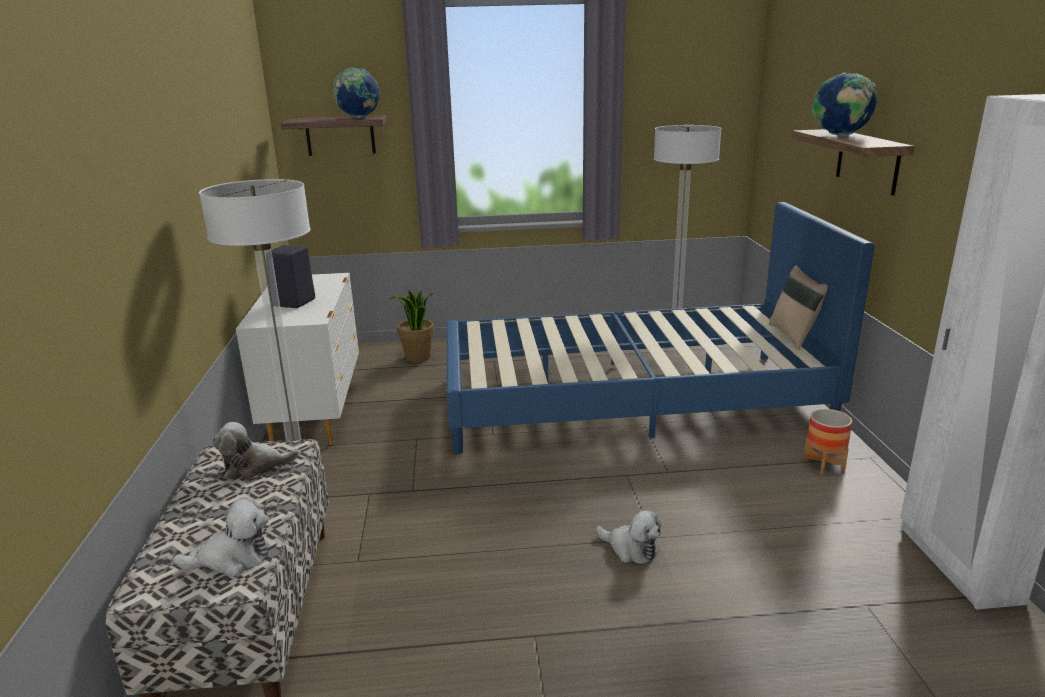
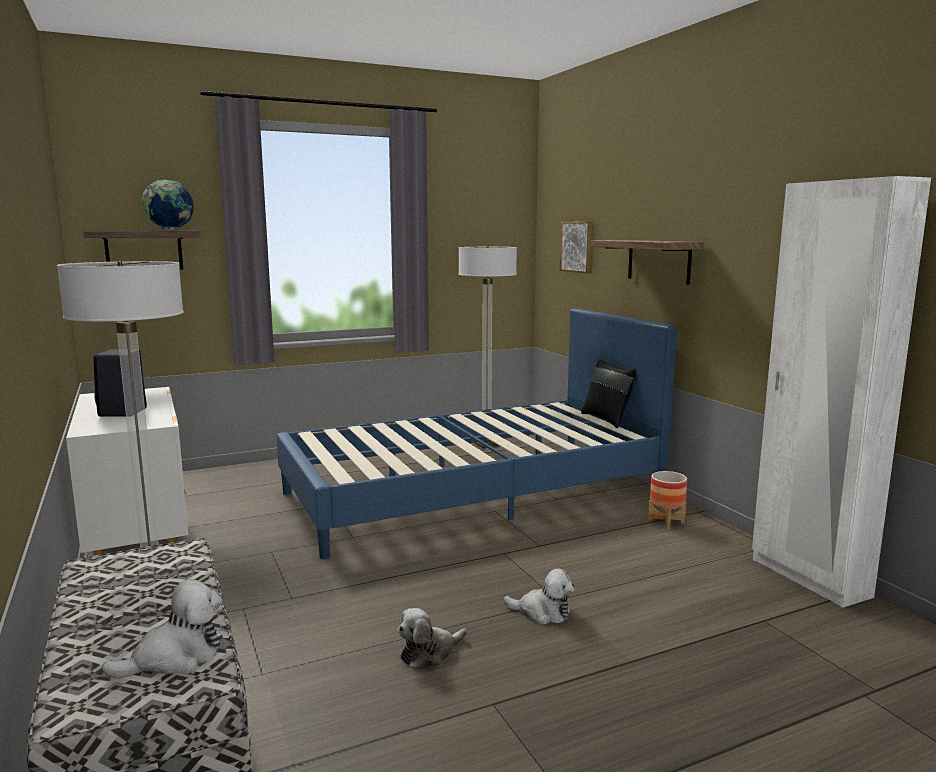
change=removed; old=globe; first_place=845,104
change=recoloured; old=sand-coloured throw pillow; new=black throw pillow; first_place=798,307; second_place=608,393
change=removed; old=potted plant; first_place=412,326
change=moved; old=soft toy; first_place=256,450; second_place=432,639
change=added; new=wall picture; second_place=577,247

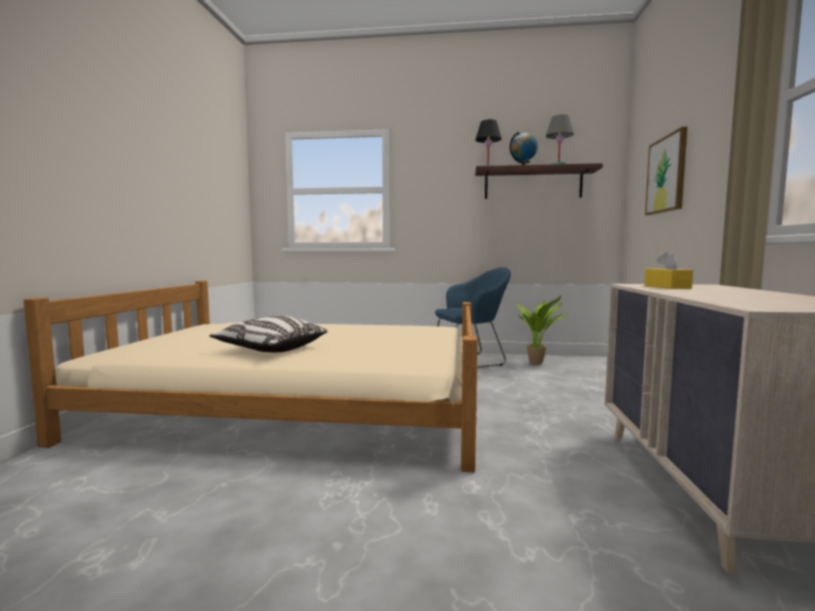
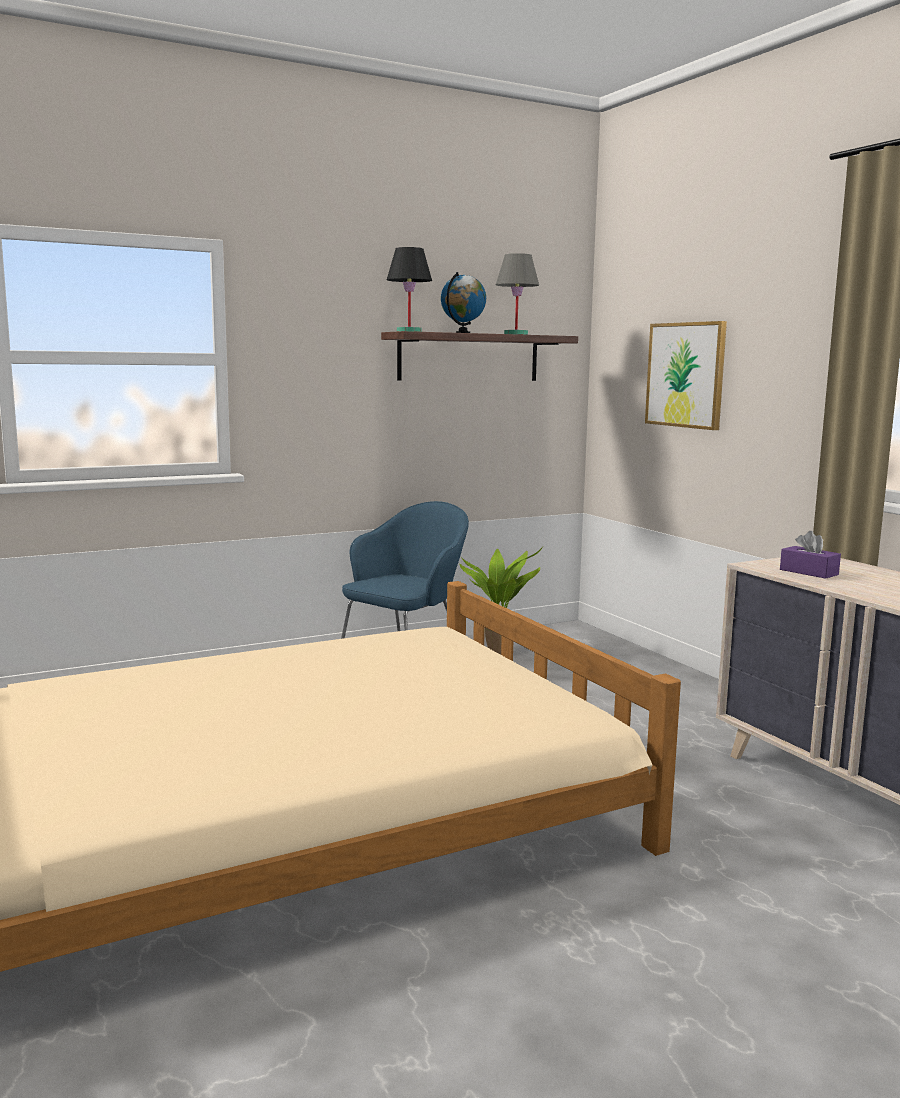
change=recoloured; old=yellowish tissue box; new=purplish tissue box; first_place=668,270; second_place=810,555
change=removed; old=throw pillow; first_place=268,334

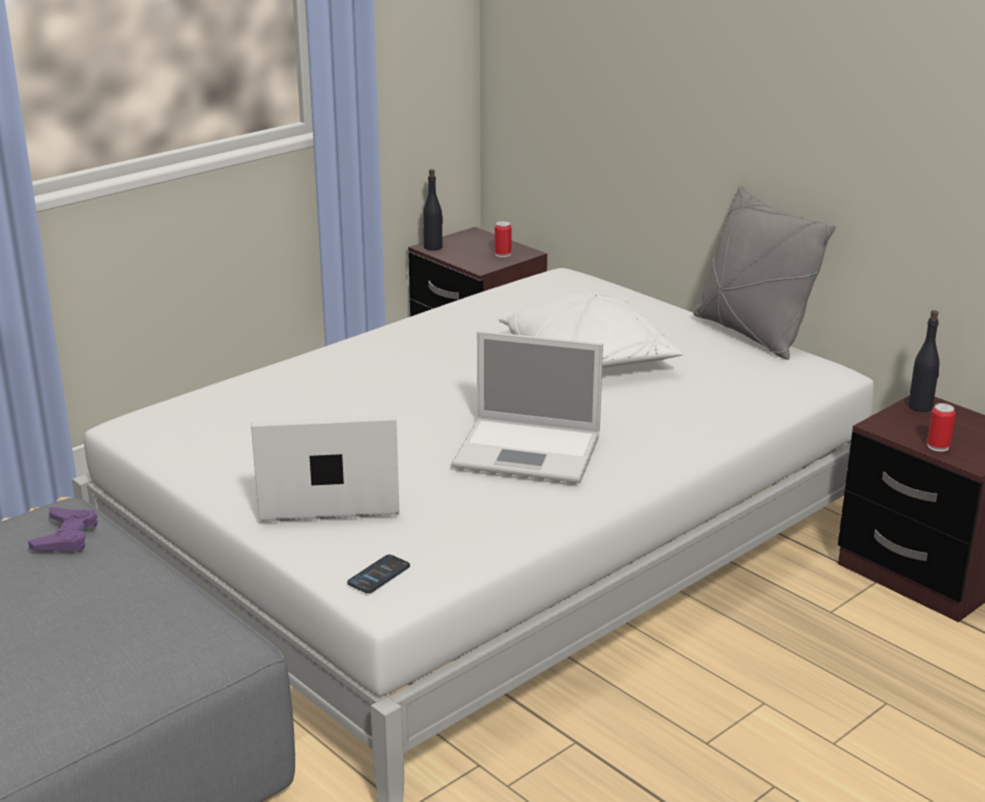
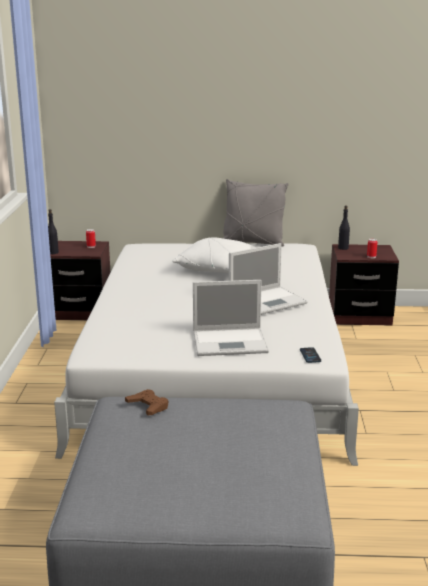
change=turned; old=notebook computer; first_place=325,468; second_place=231,318; degrees=-135
change=recoloured; old=purplish joypad; new=brownish joypad; first_place=63,529; second_place=147,402

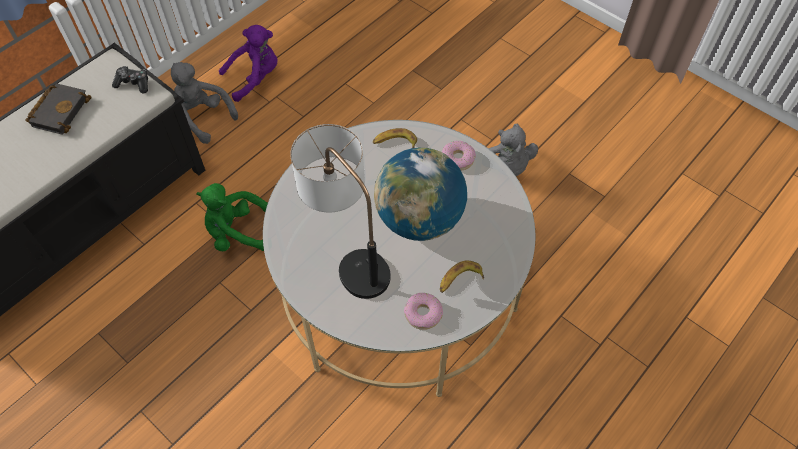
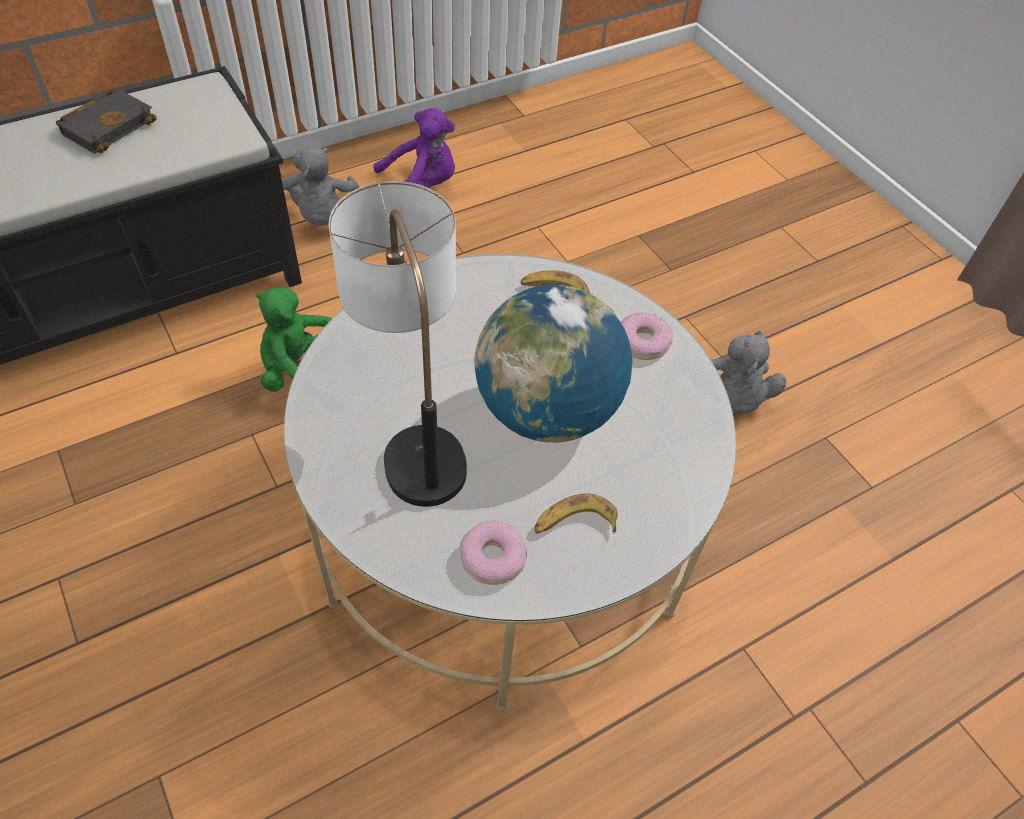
change=turned; old=grey soft toy; first_place=204,103; second_place=321,186; degrees=-150
change=removed; old=joypad; first_place=130,79

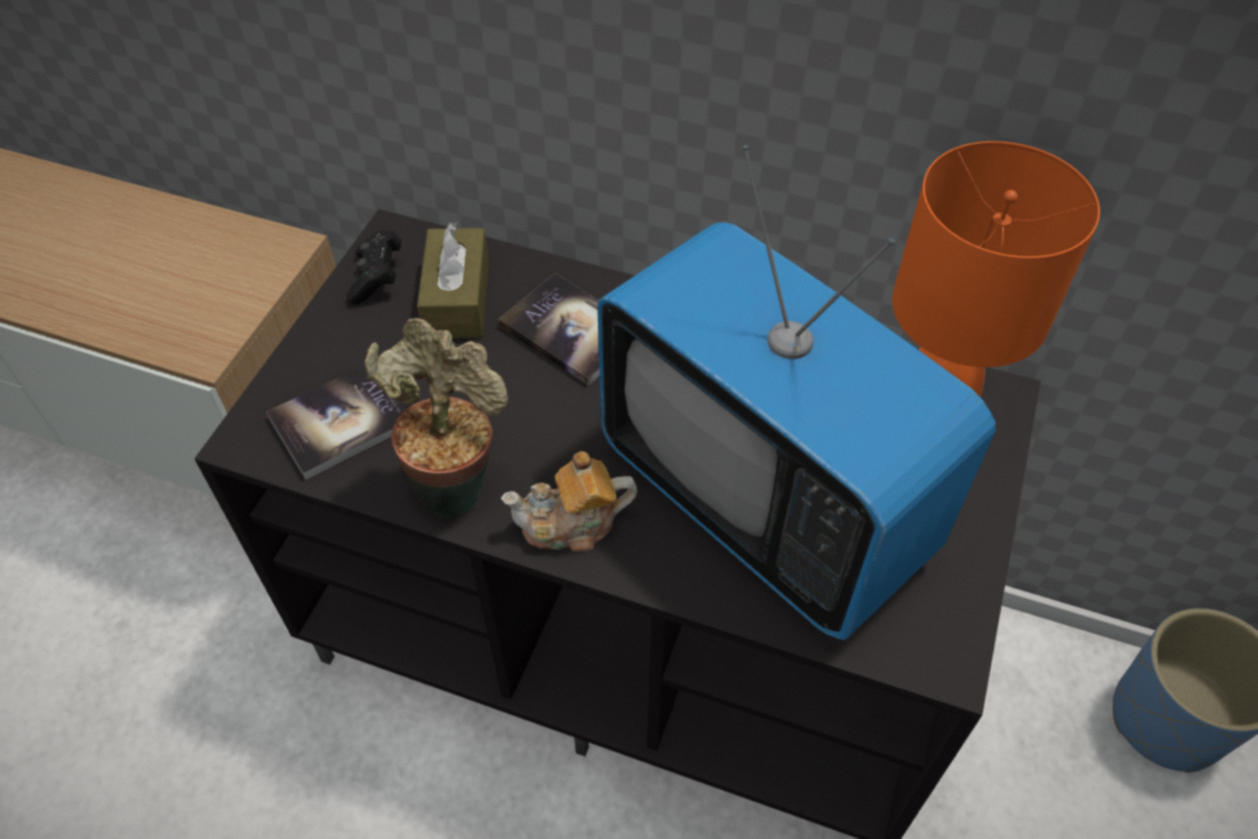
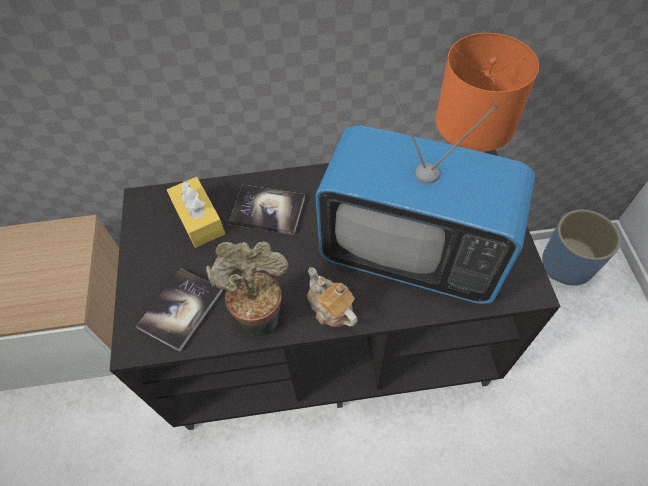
change=recoloured; old=brownish tissue box; new=yellowish tissue box; first_place=453,280; second_place=196,212
change=removed; old=black joypad; first_place=374,267
change=turned; old=tea pot; first_place=569,501; second_place=332,297; degrees=90

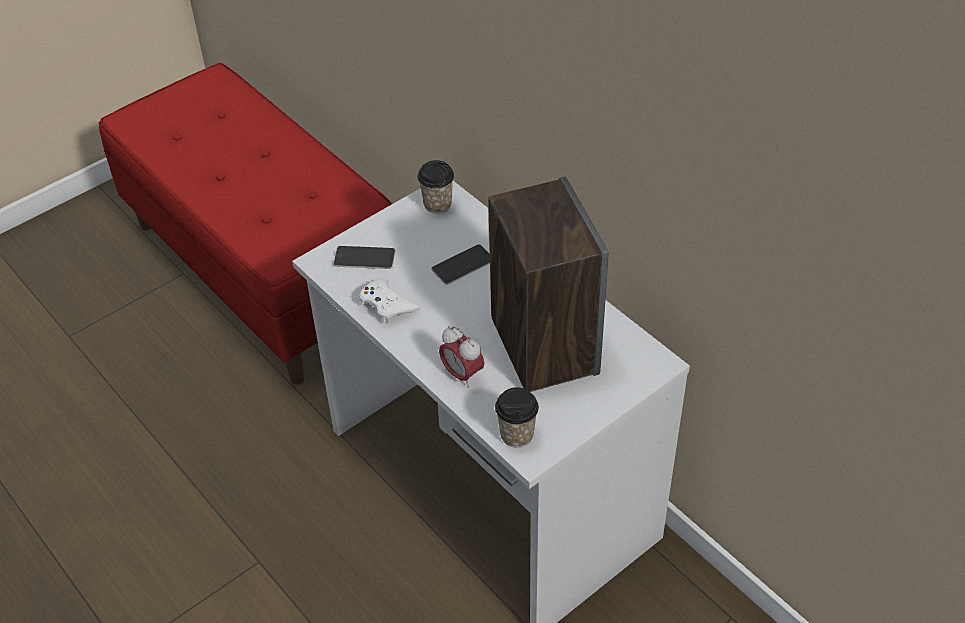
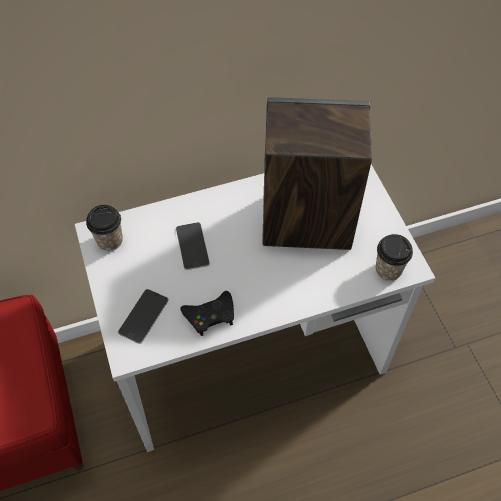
change=recoloured; old=white joypad; new=black joypad; first_place=389,301; second_place=207,313
change=removed; old=bedside clock; first_place=461,357

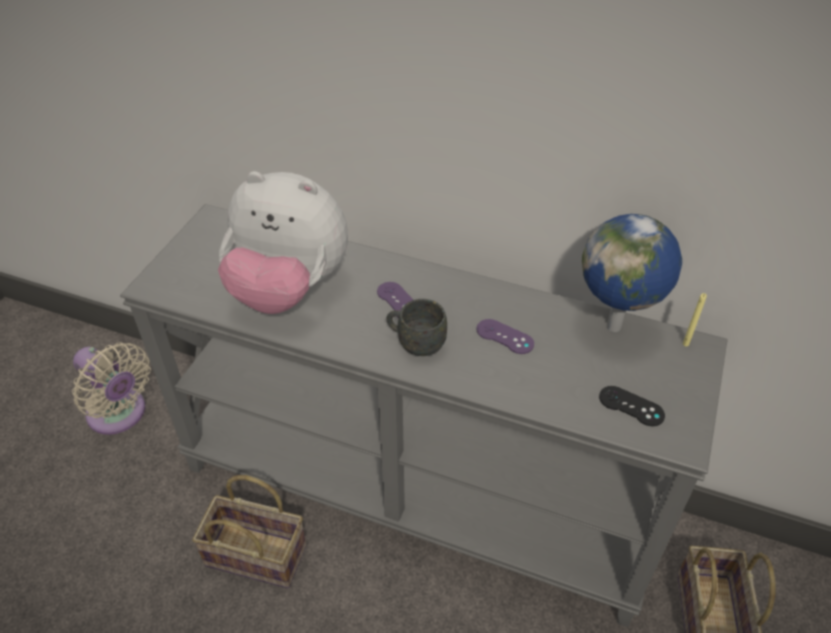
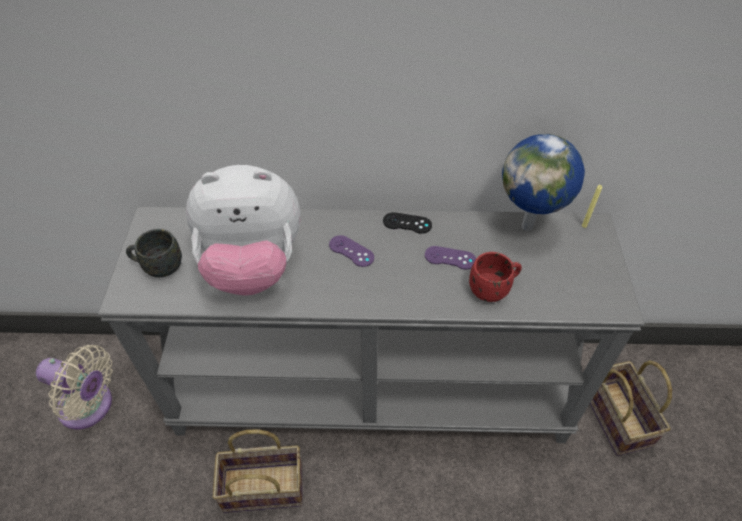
change=moved; old=grey coffee mug; first_place=416,327; second_place=154,253
change=moved; old=black joypad; first_place=632,406; second_place=407,223
change=added; new=red coffee mug; second_place=495,277

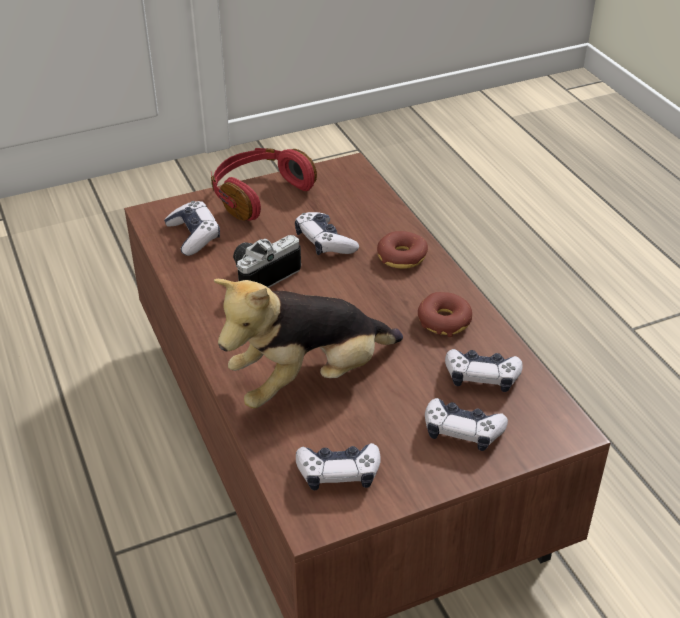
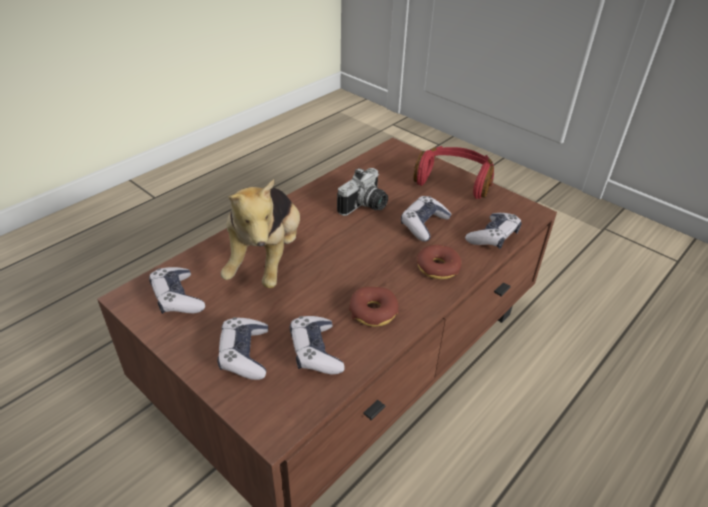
change=moved; old=joypad; first_place=192,228; second_place=493,231
change=turned; old=photo camera; first_place=267,261; second_place=362,192; degrees=105
change=turned; old=soft toy; first_place=308,343; second_place=260,233; degrees=-120

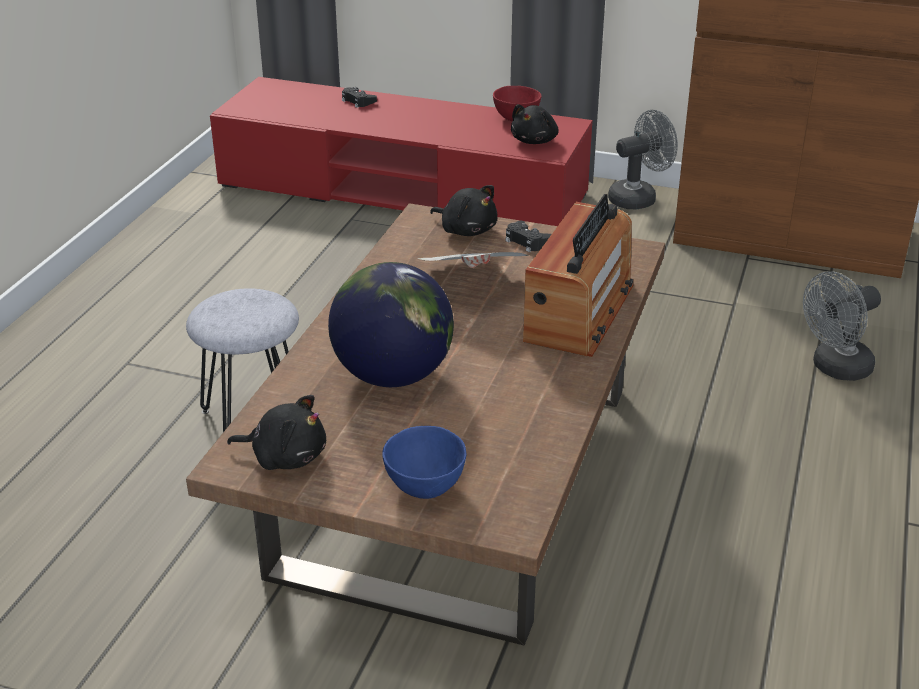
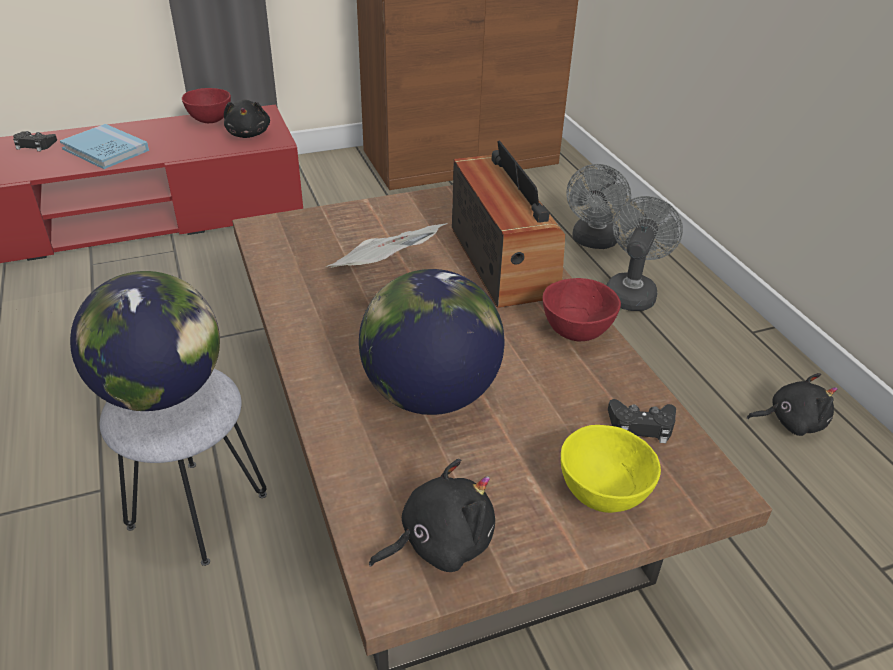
change=moved; old=grey cooling fan; first_place=643,159; second_place=644,253
change=moved; old=black soft toy; first_place=463,210; second_place=792,404
change=moved; old=black joypad; first_place=528,236; second_place=642,421
change=recoloured; old=bluish serving bowl; new=yellowish serving bowl; first_place=424,462; second_place=611,469
change=added; new=bluish book; second_place=104,146
change=added; new=globe; second_place=145,341
change=added; new=red serving bowl; second_place=582,309

